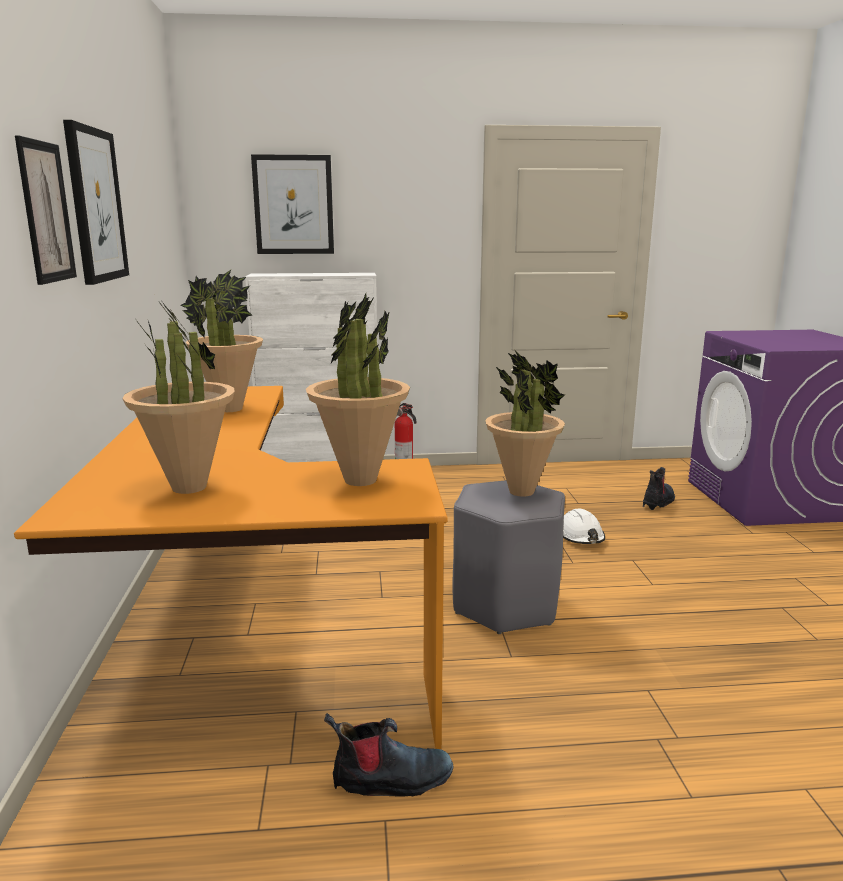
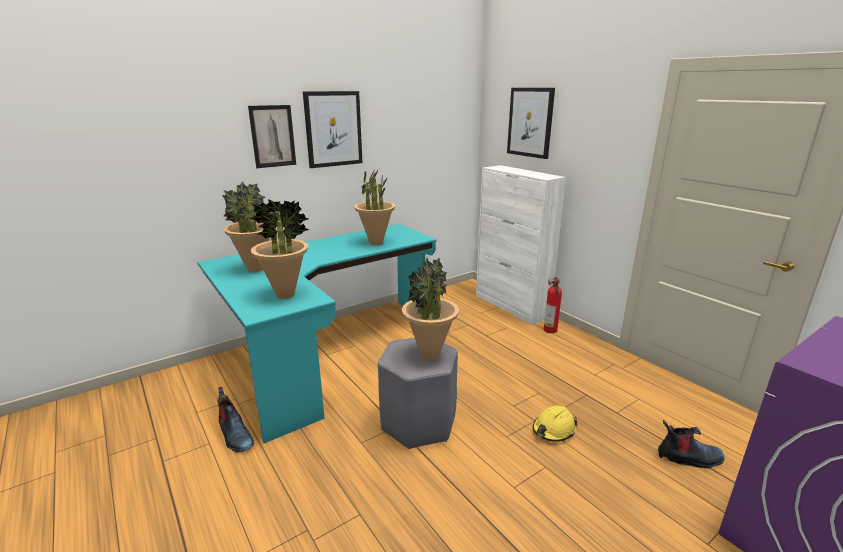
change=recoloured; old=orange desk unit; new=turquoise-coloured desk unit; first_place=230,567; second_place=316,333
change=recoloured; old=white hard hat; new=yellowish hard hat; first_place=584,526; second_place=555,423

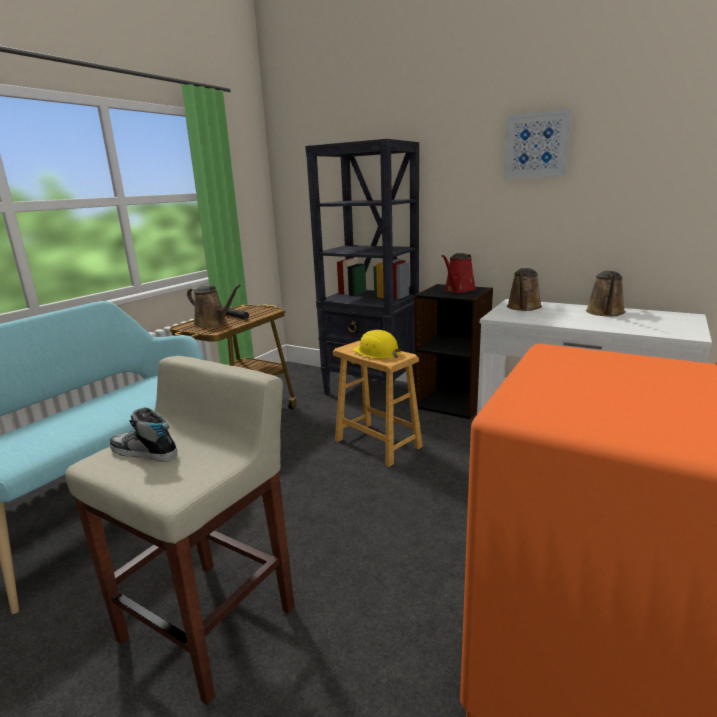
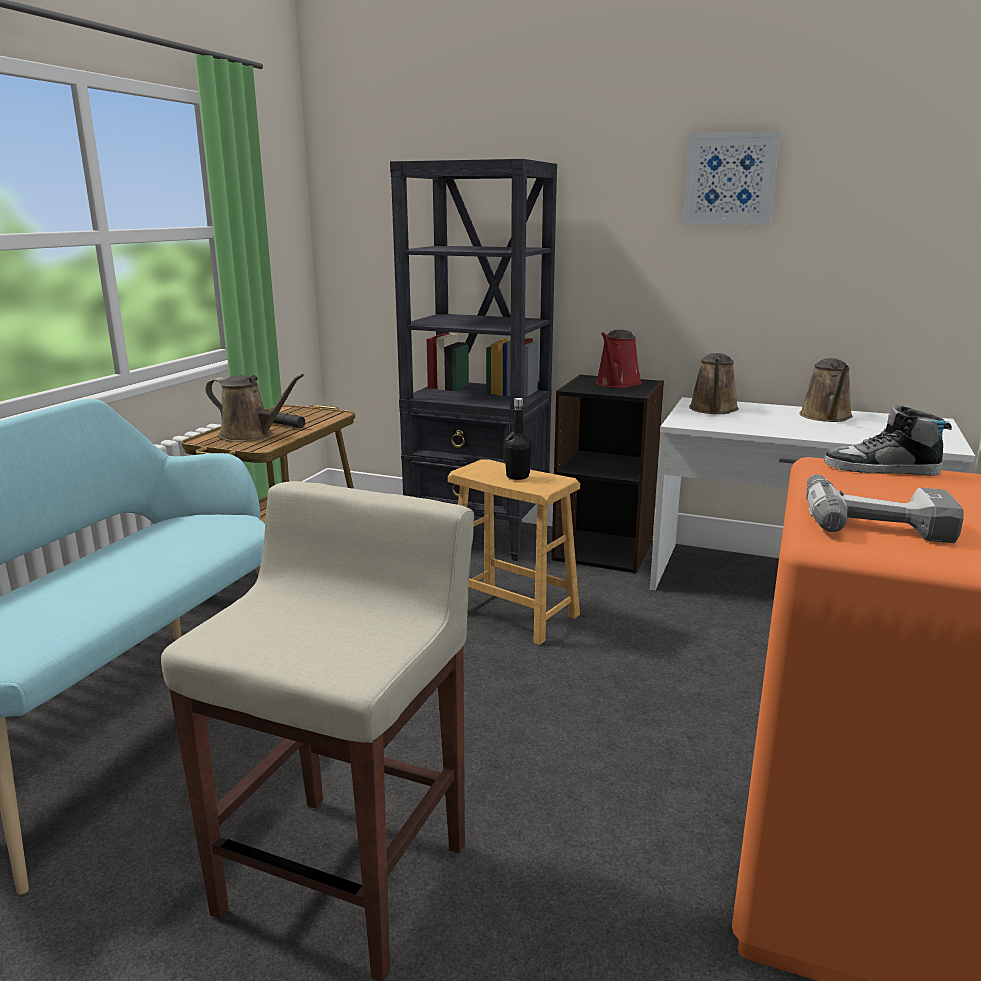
change=replaced; old=yellowish hard hat; new=black drink bottle; first_place=376,344; second_place=518,439
change=moved; old=item of footwear; first_place=143,435; second_place=888,440
change=added; new=drill; second_place=885,508

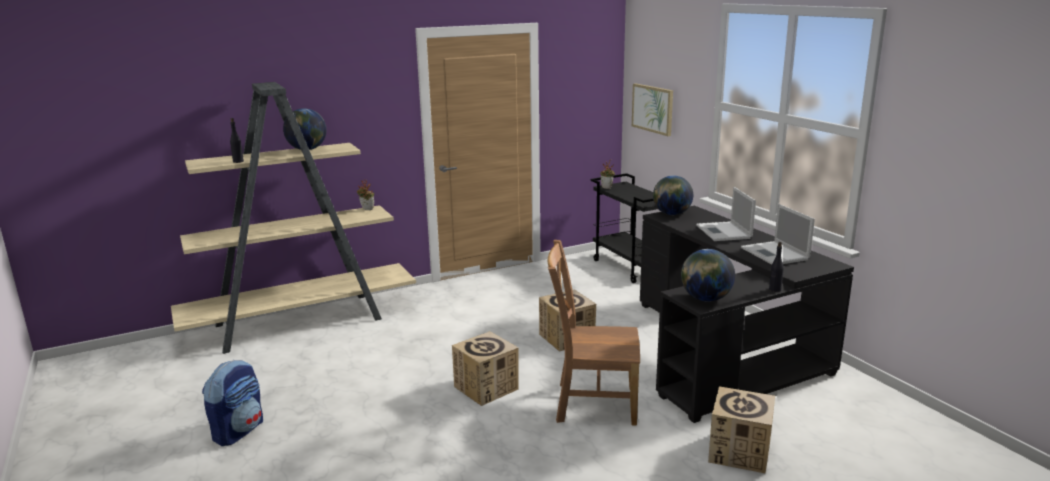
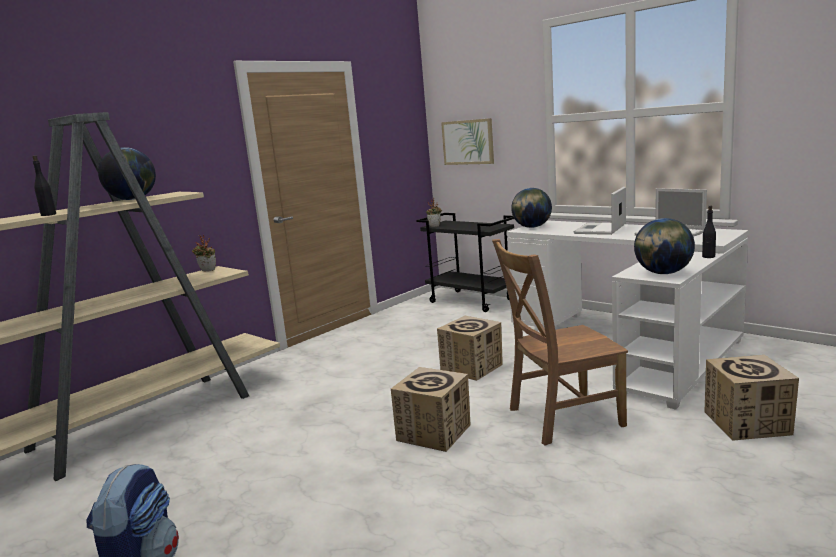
change=turned; old=notebook computer; first_place=726,214; second_place=600,211; degrees=60
change=recoloured; old=black desk unit; new=white desk unit; first_place=747,314; second_place=627,315

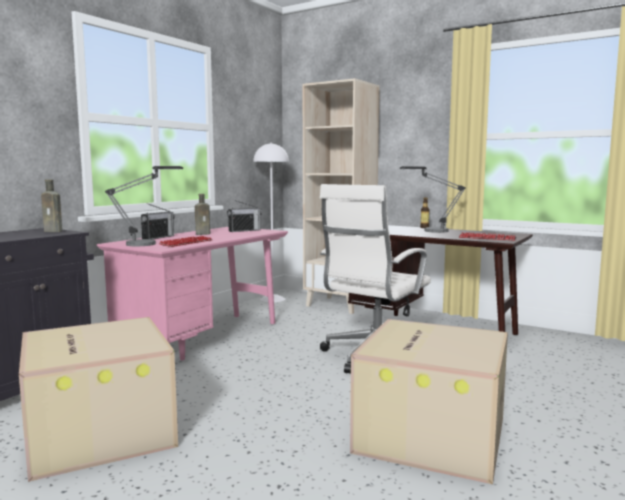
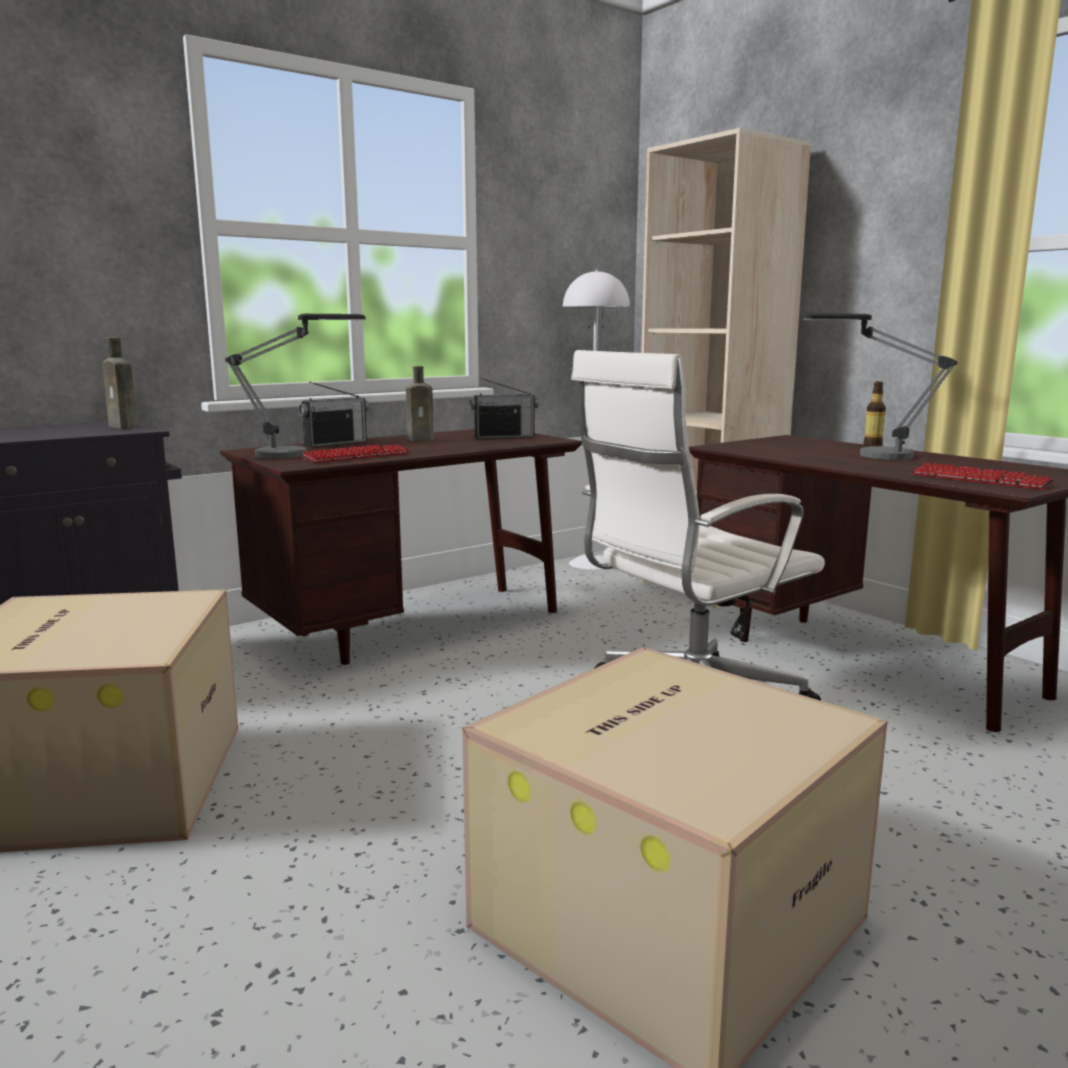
change=recoloured; old=pinkish desk unit; new=brownish desk unit; first_place=192,293; second_place=401,547

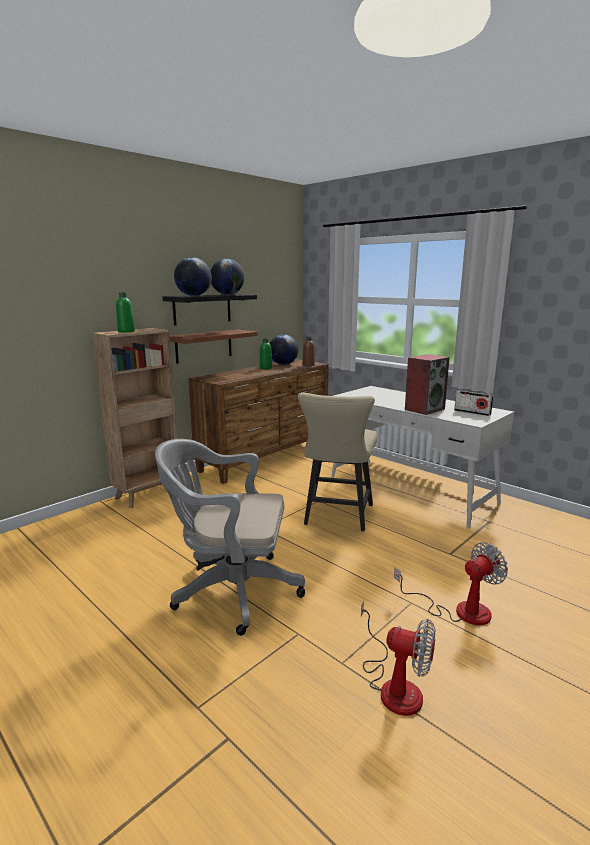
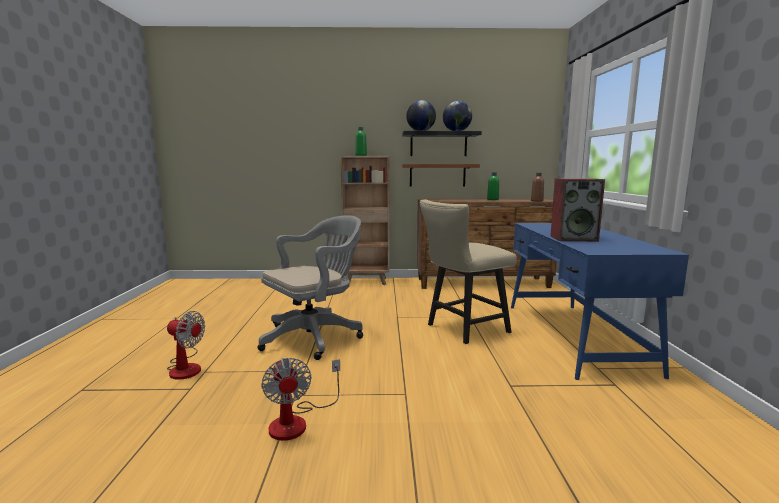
change=removed; old=globe; first_place=284,349
change=recoloured; old=white desk unit; new=bluish desk unit; first_place=422,457; second_place=600,301
change=removed; old=radio set; first_place=473,403
change=turned; old=grey computer chair; first_place=230,537; second_place=310,287; degrees=90
change=moved; old=cooling fan; first_place=451,583; second_place=186,345

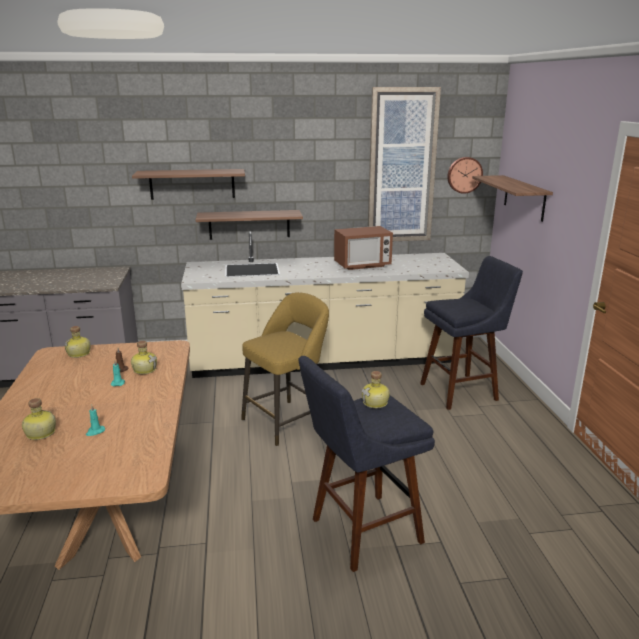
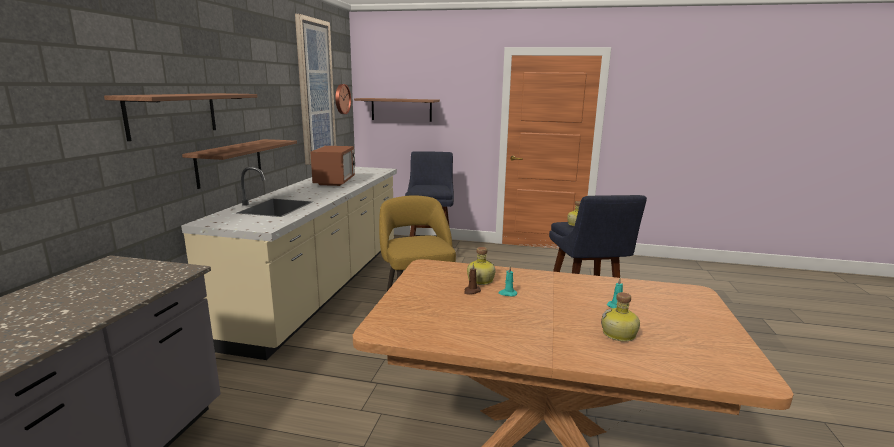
change=removed; old=drink bottle; first_place=78,342

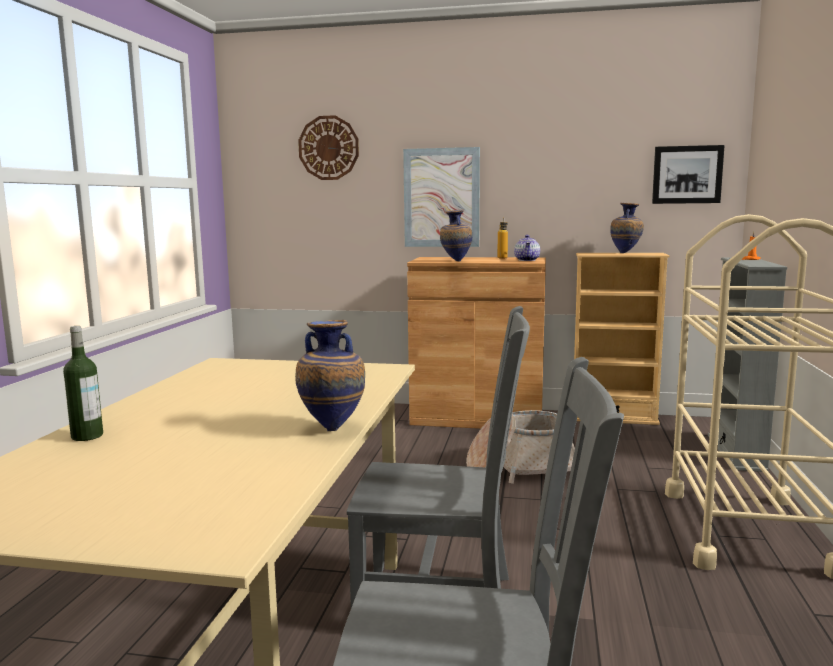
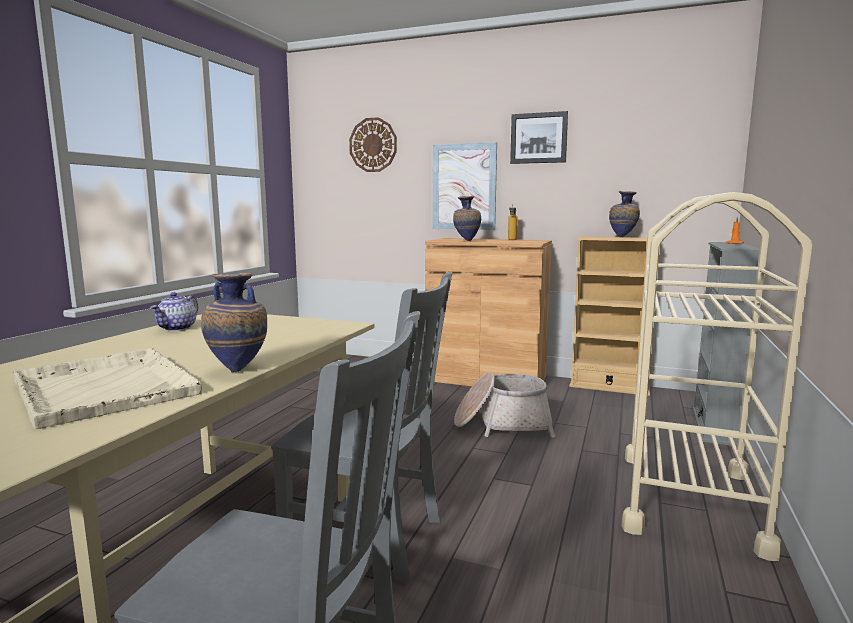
change=moved; old=wall picture; first_place=688,174; second_place=539,137
change=moved; old=tea pot; first_place=527,248; second_place=174,311
change=removed; old=drink bottle; first_place=83,383
change=added; new=sand-coloured carrying tray; second_place=107,388

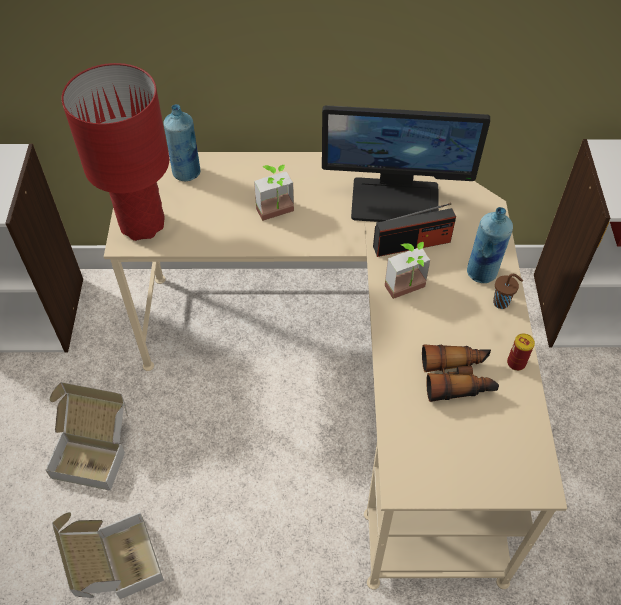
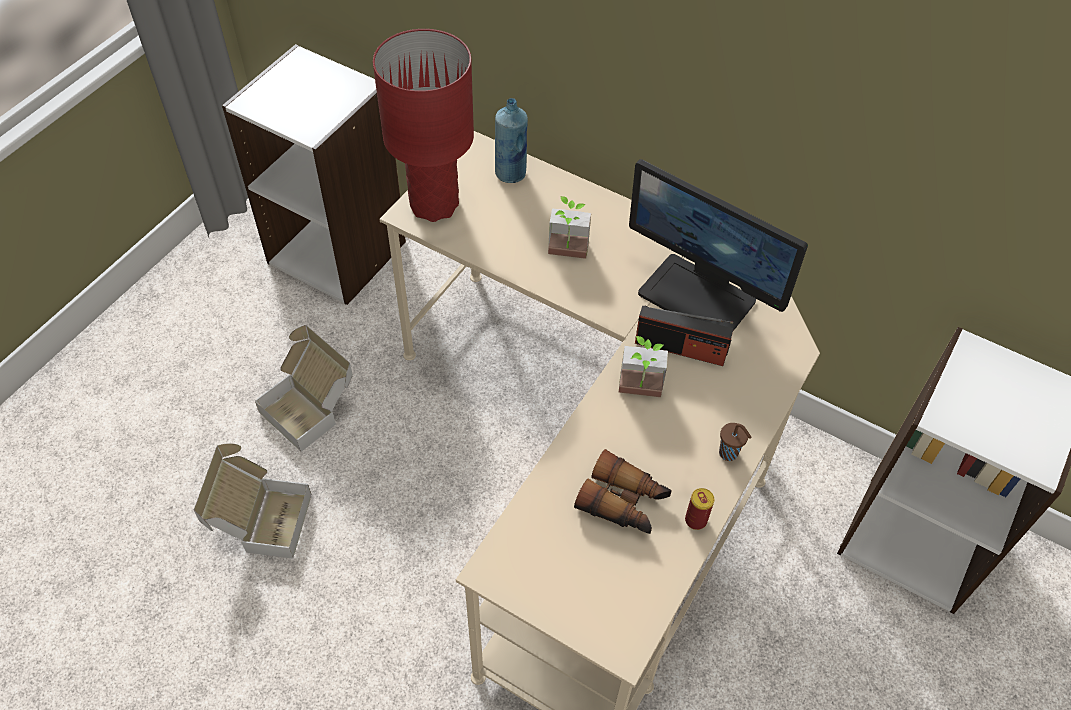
change=removed; old=bluish drink bottle; first_place=490,245

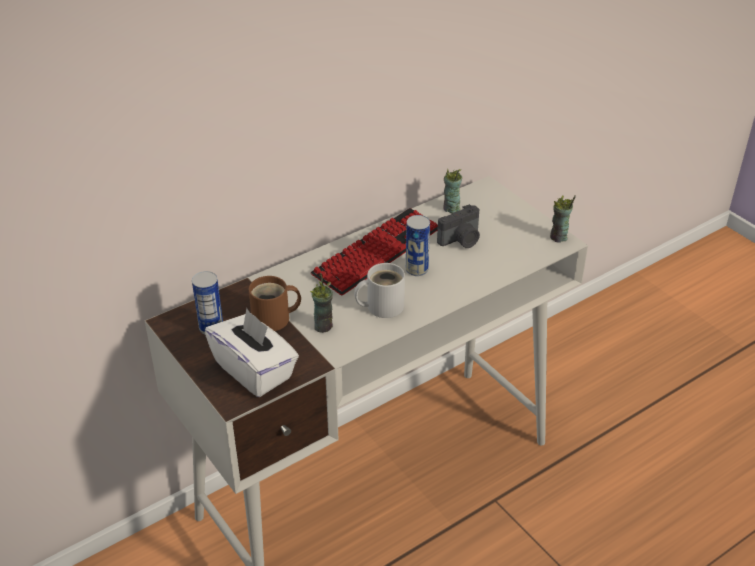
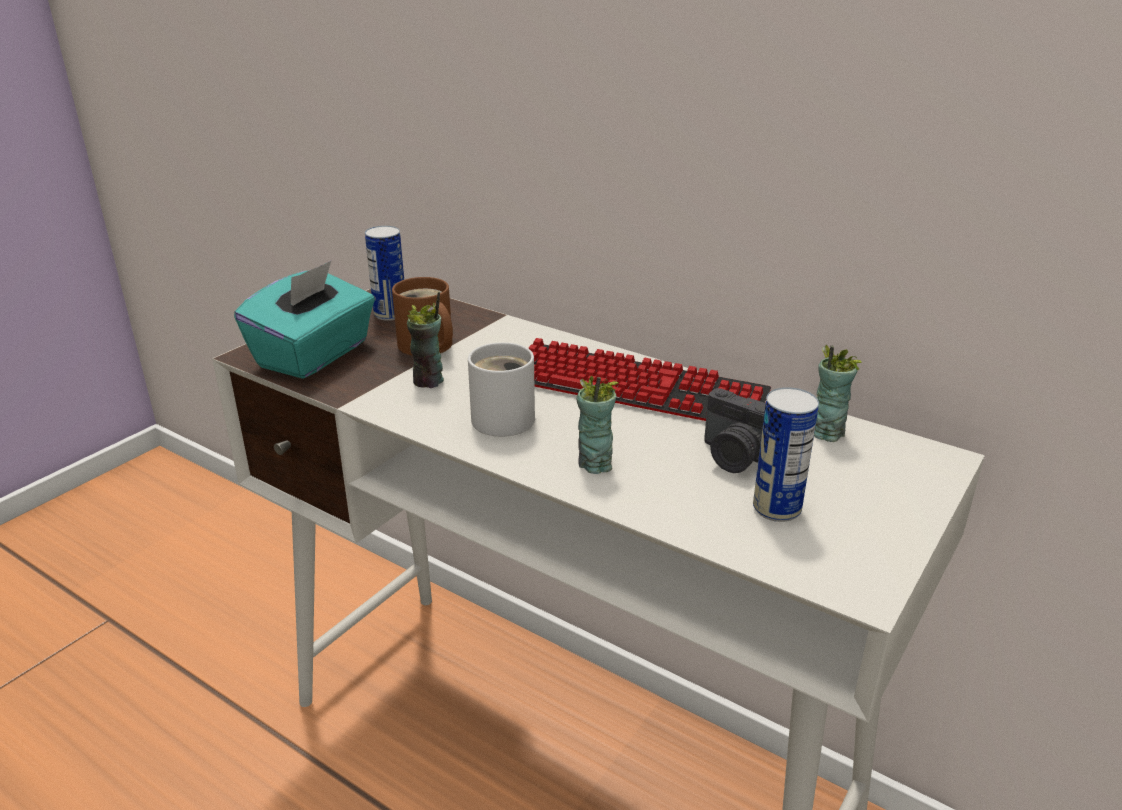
change=moved; old=drinking cup; first_place=563,219; second_place=597,425
change=moved; old=can; first_place=418,245; second_place=786,454
change=recoloured; old=white tissue box; new=turquoise-coloured tissue box; first_place=252,352; second_place=304,320

